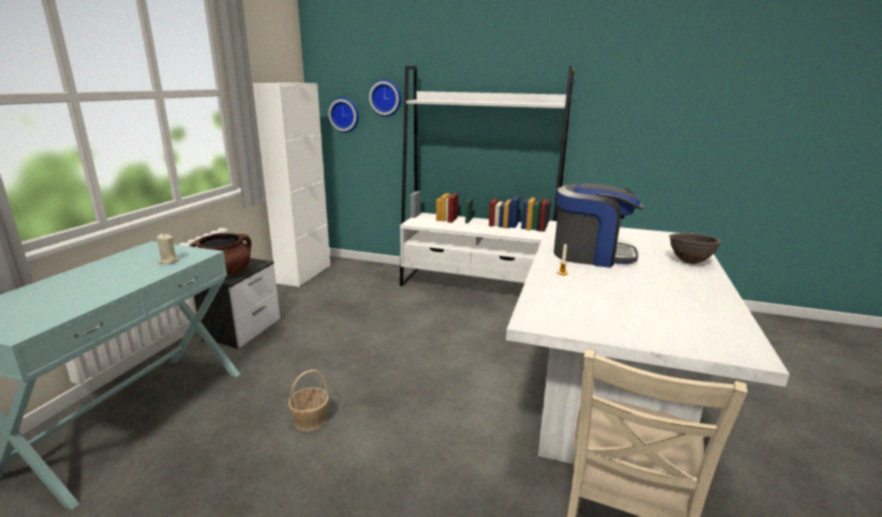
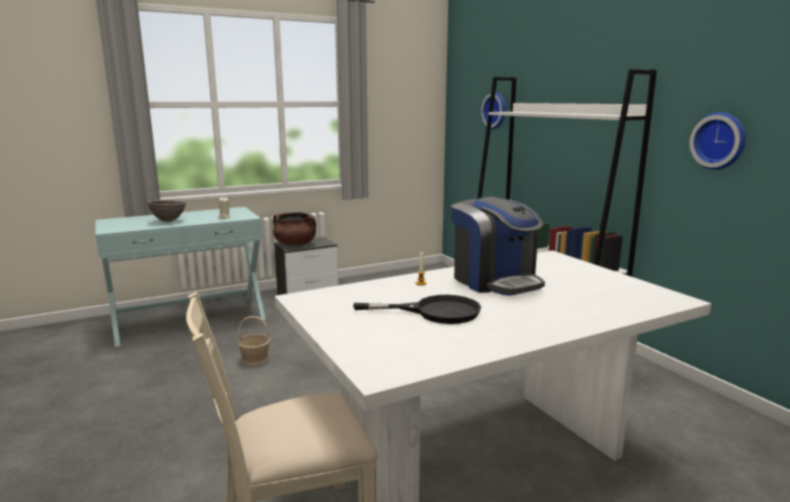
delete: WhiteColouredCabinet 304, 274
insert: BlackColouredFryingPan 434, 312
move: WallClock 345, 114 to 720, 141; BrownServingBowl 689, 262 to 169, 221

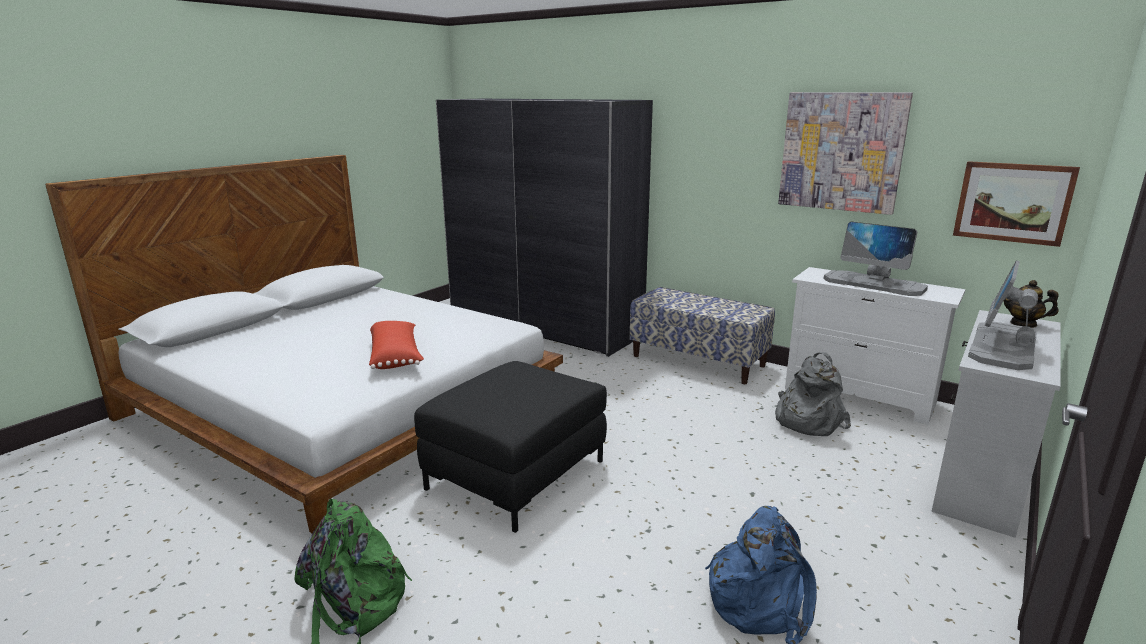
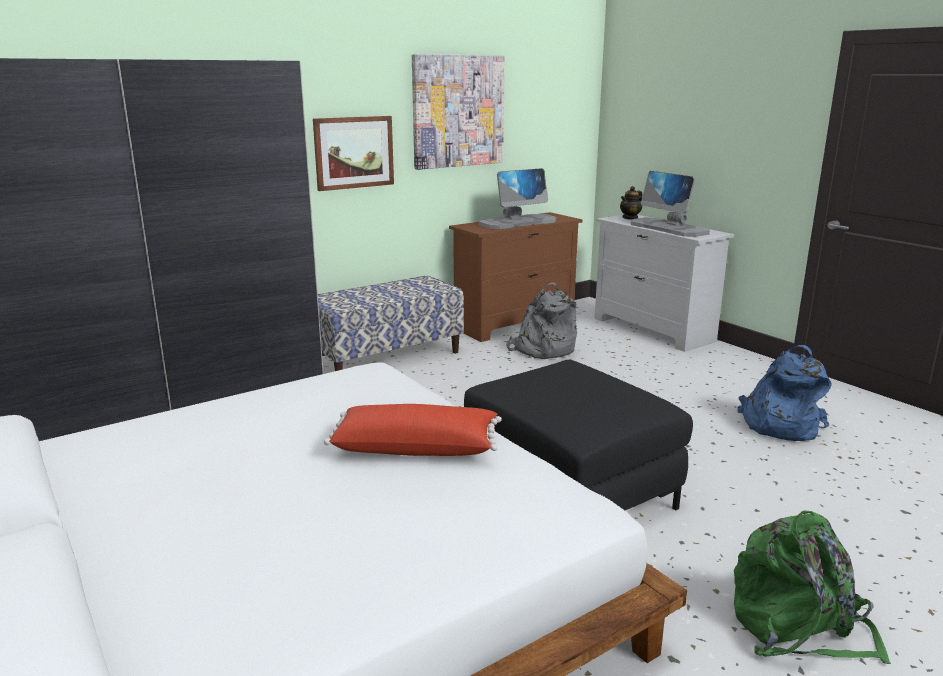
move: Picture 1012, 202 to 354, 152
recolor: WhiteColouredChestOfDrawers 859, 396 to BrownChestOfDrawers 515, 324

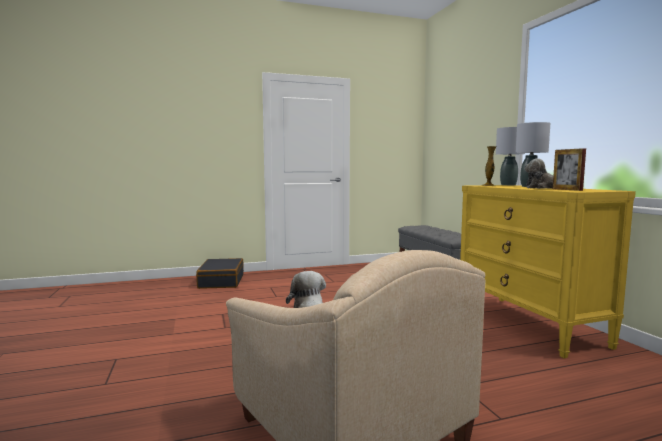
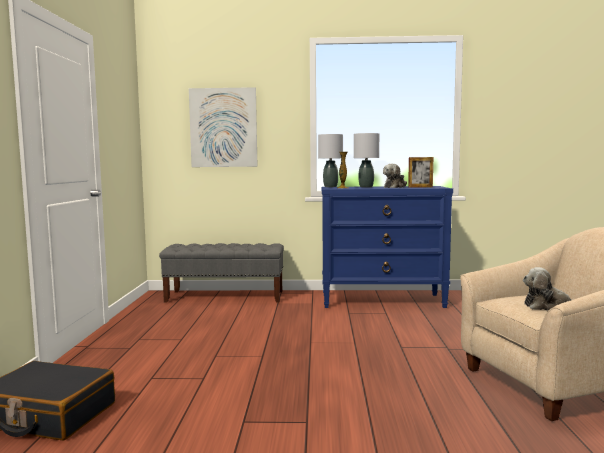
insert: Picture 223, 127
recolor: YellowChestOfDrawers 528, 324 to BlueChestOfDrawers 383, 301

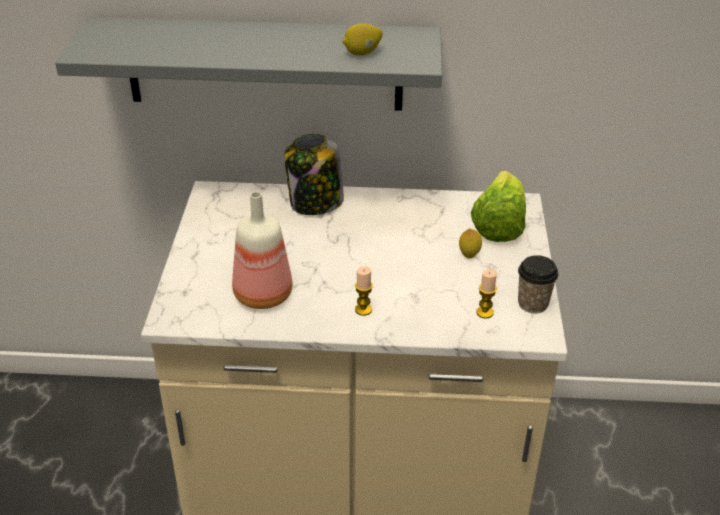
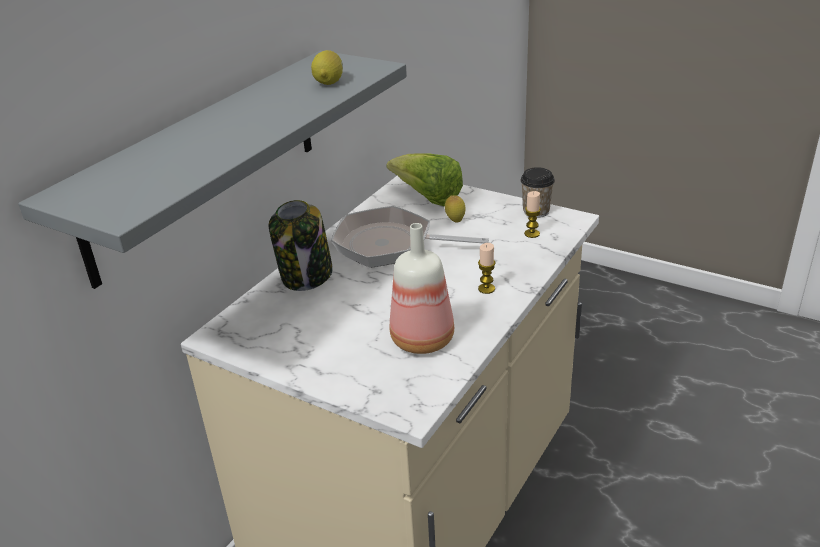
insert: FryingPan 391, 245

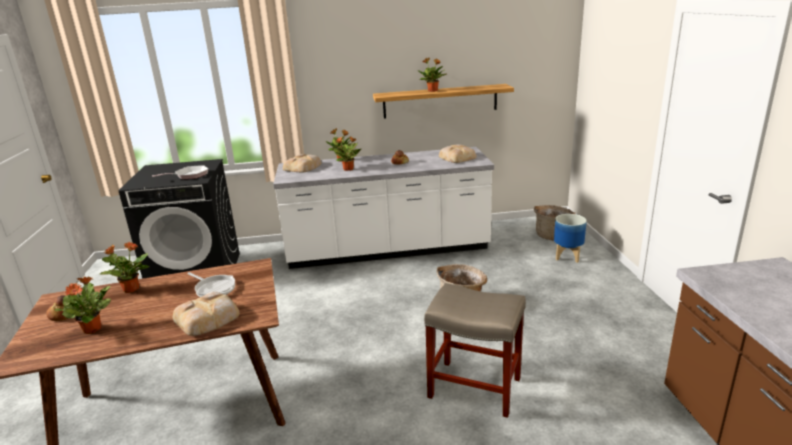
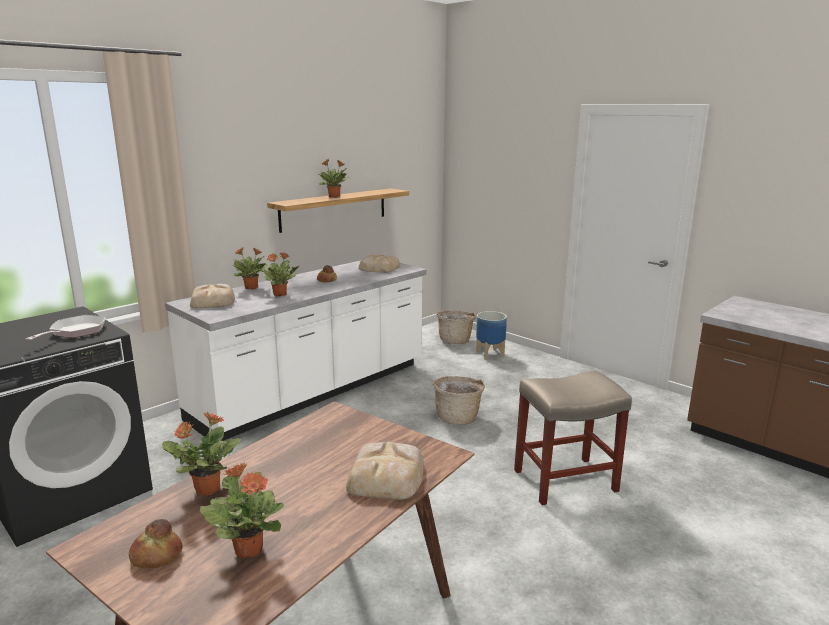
delete: FryingPan 214, 288

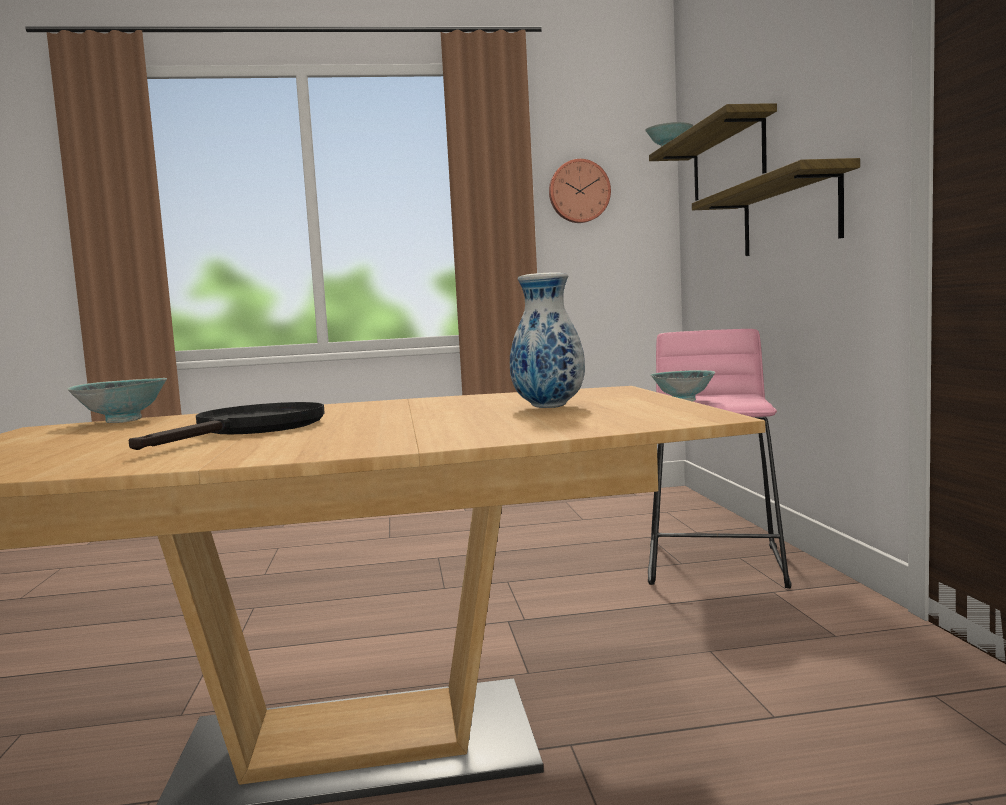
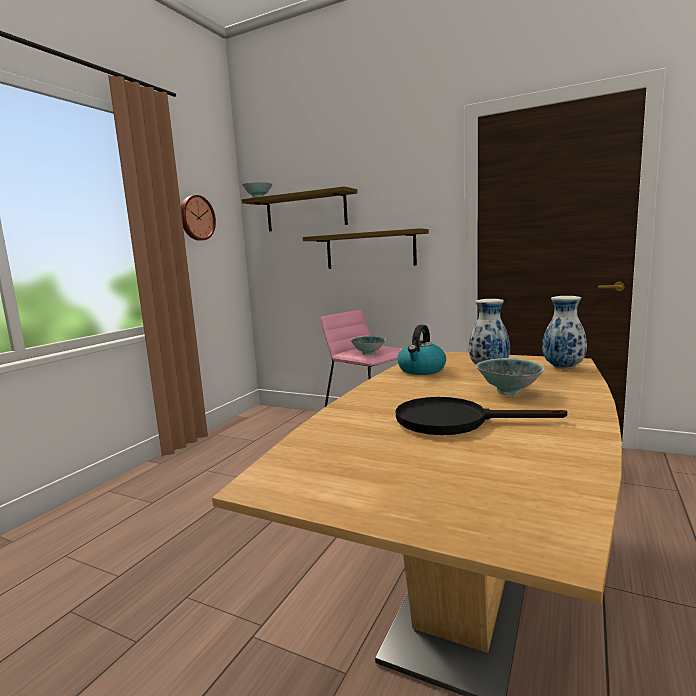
insert: TeaKettle 421, 370; FlowerVase 564, 368
move: ServingBowl 123, 421 to 508, 392
rotate: BlackColouredFryingPan 250, 429 = 454, 421 45 degrees counterclockwise

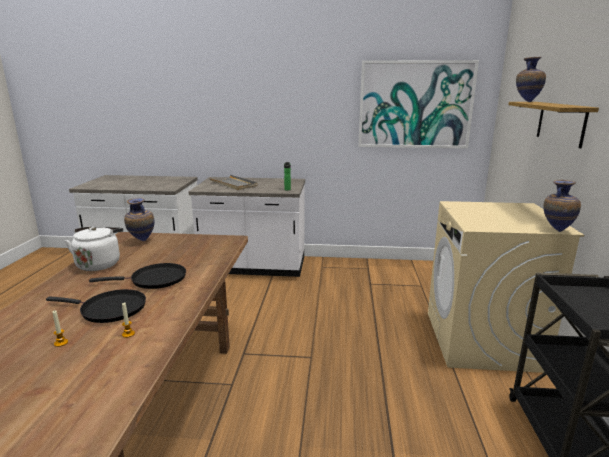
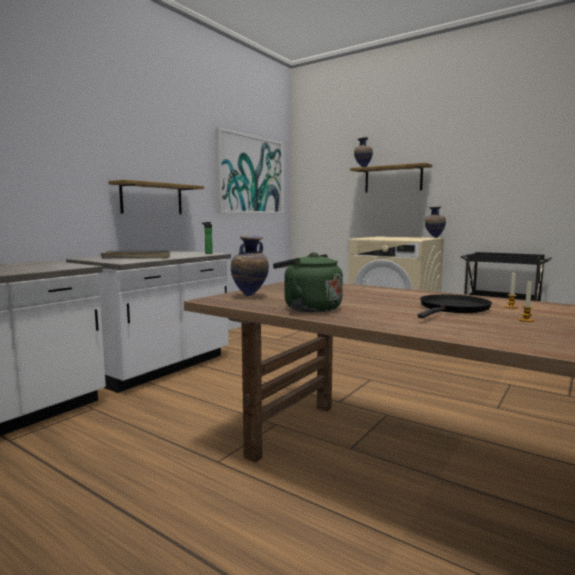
delete: BlackColouredFryingPan 155, 279
insert: BracketShelf 152, 199
recolor: WhiteColouredTeaKettle 99, 264 to GreenTeaKettle 308, 308

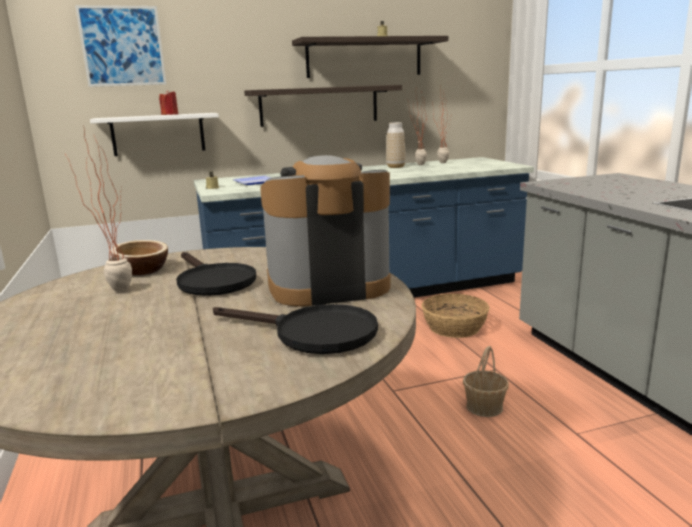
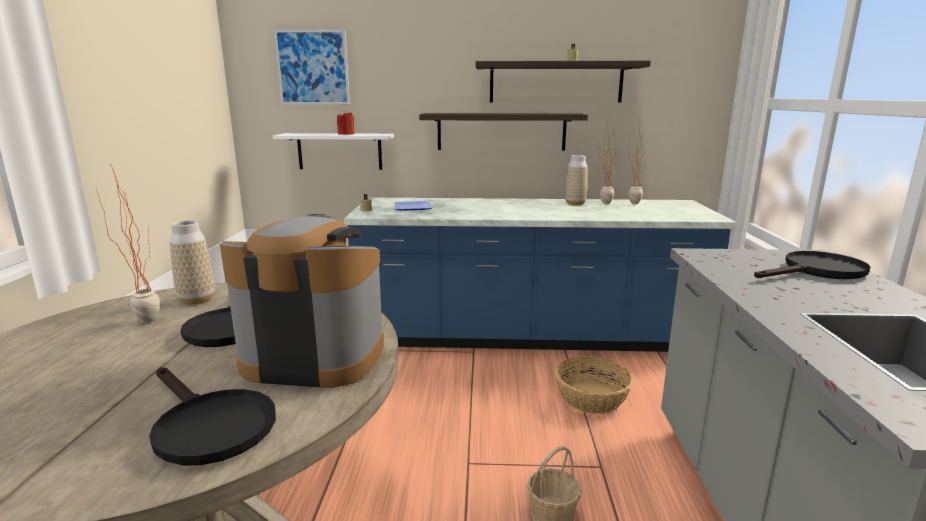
insert: BlackColouredFryingPan 817, 271
replace: ServingBowl 142, 270 to FlowerVase 197, 300

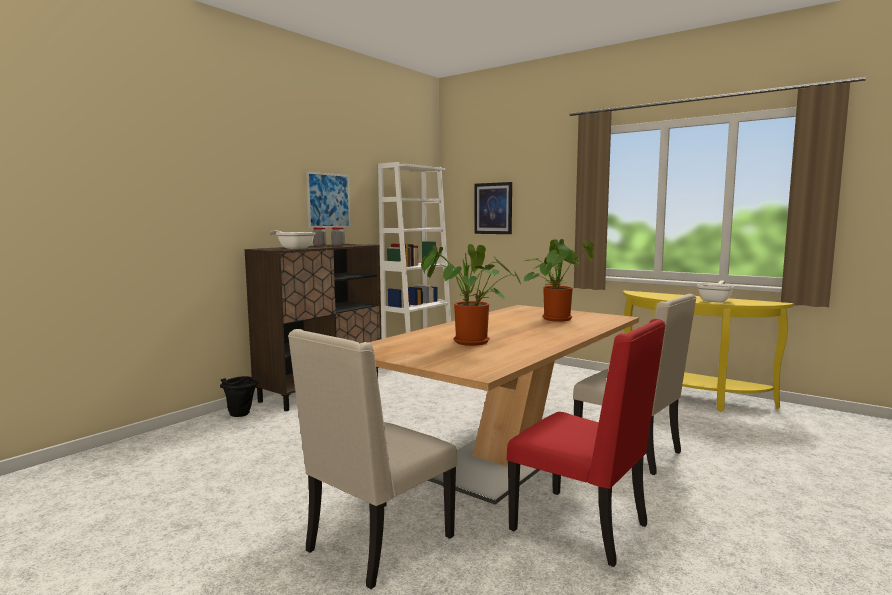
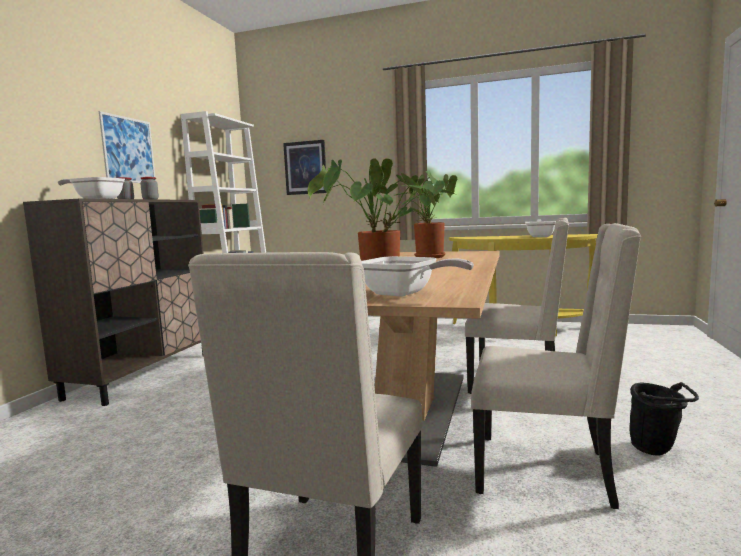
insert: FryingPan 404, 294
move: BlackColouredBucket 240, 415 to 657, 450
recolor: RedPlainChair 583, 527 to BeigePlainChair 546, 471

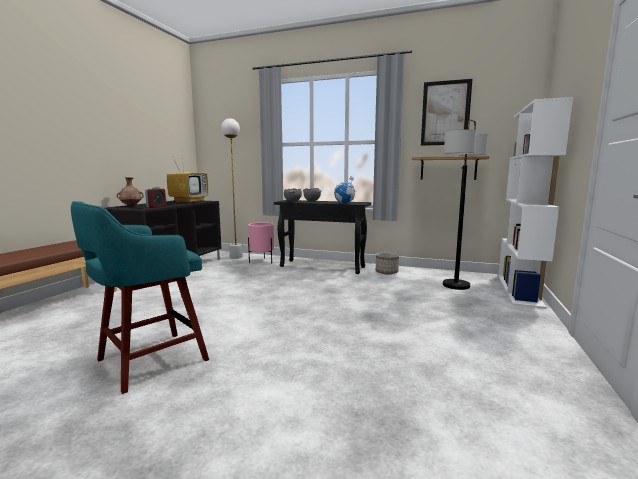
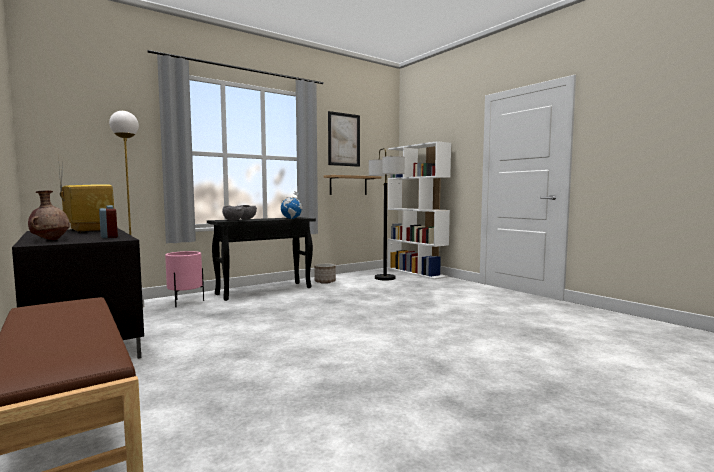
delete: TurquoiseStool 149, 361

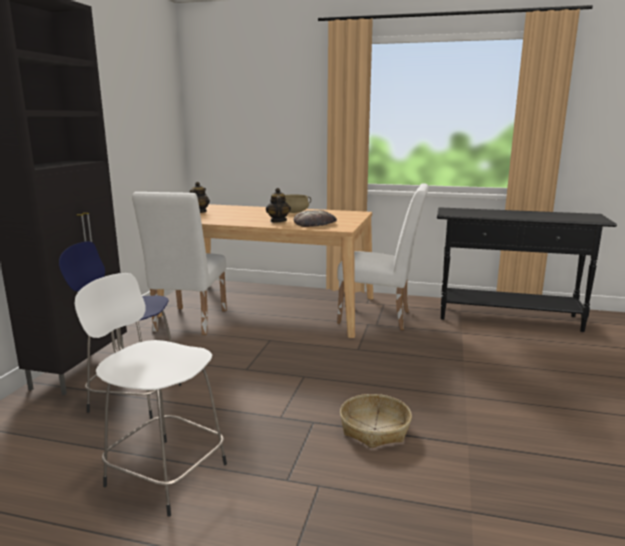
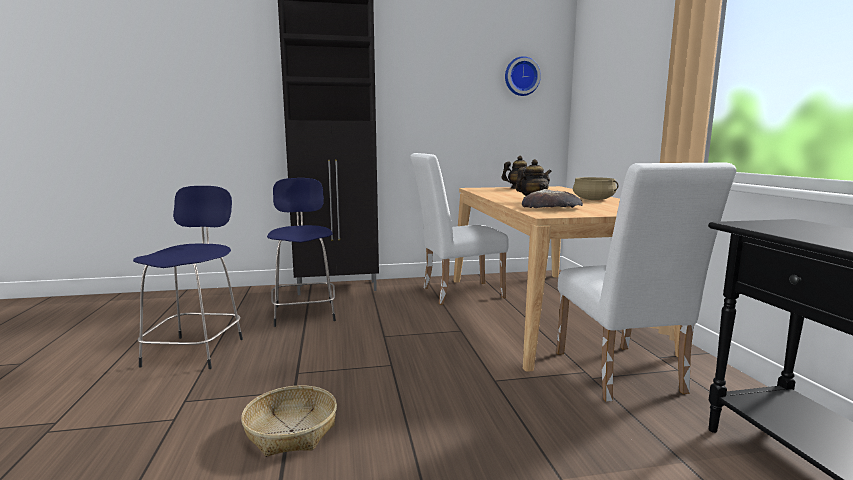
insert: WallClock 521, 76
recolor: WhiteColouredStool 163, 473 to BlueStool 196, 350

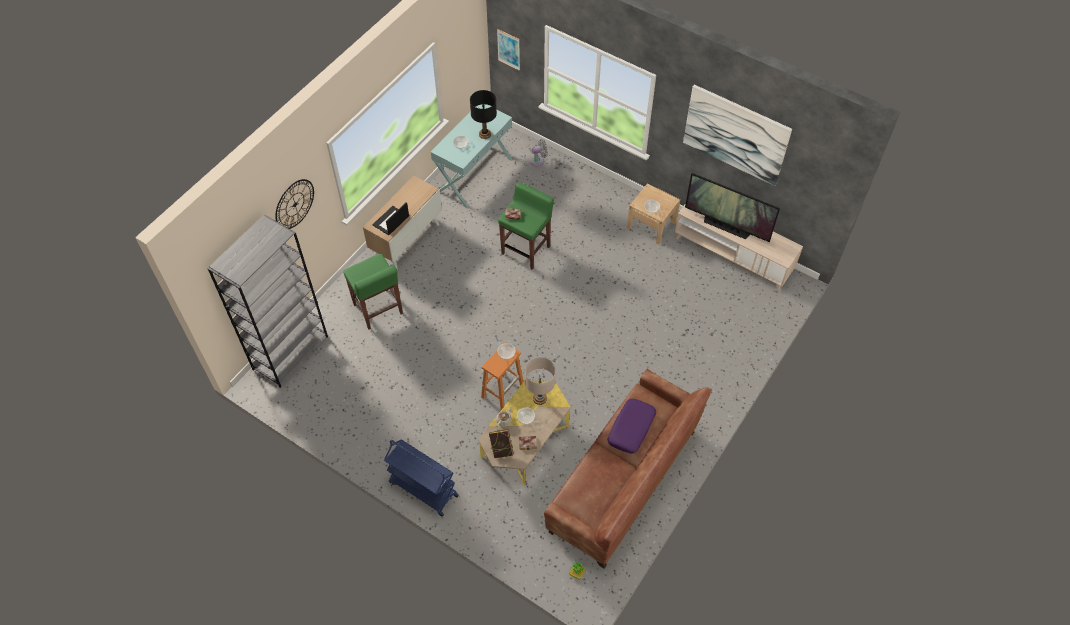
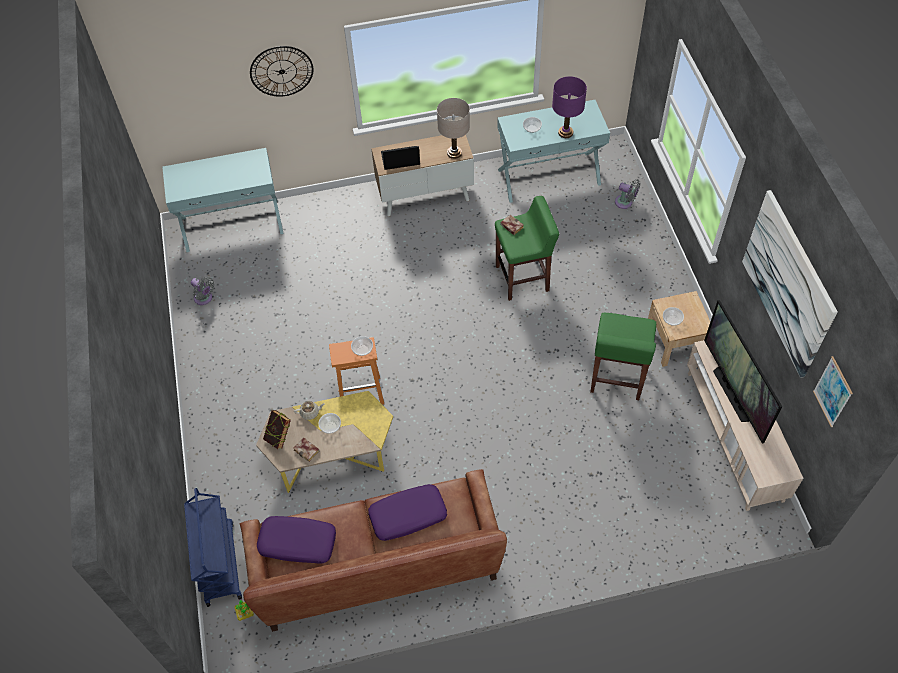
insert: GreyishCoolingFan 204, 298; PurpleColouredThrowPillow 297, 543
move: GreenStool 378, 309 to 616, 378; BlueCart 423, 489 to 219, 563; Picture 508, 49 to 832, 392; BeigeTableLamp 539, 398 to 454, 153
replace: GreyishBookcase 290, 352 to TurquoiseHallTable 232, 224
recolor: BlackColouredTableLamp 485, 134 to PurpleColouredTableLamp 565, 133

